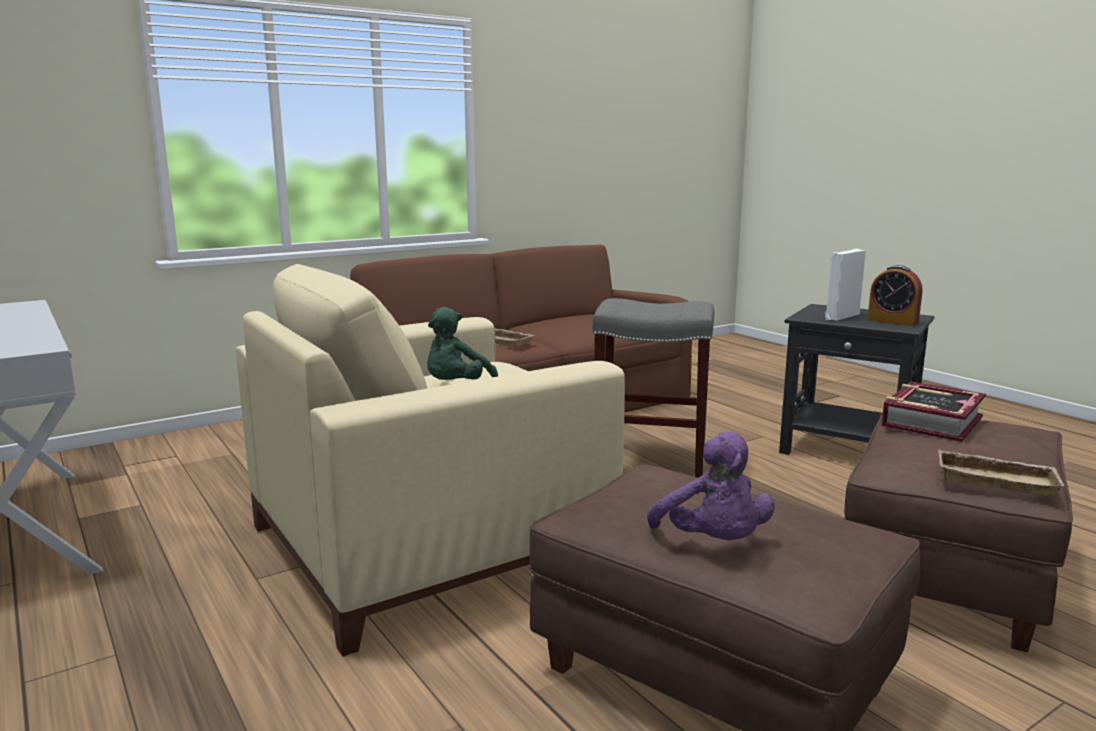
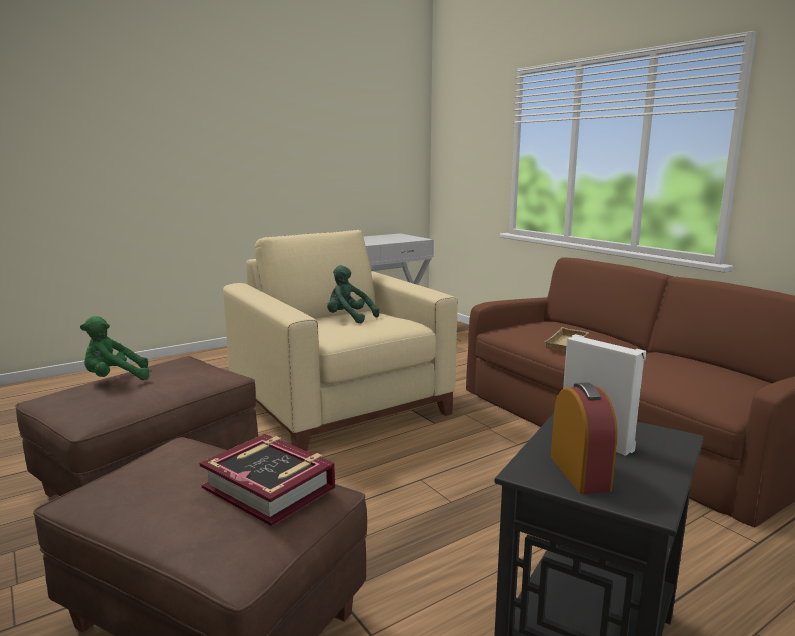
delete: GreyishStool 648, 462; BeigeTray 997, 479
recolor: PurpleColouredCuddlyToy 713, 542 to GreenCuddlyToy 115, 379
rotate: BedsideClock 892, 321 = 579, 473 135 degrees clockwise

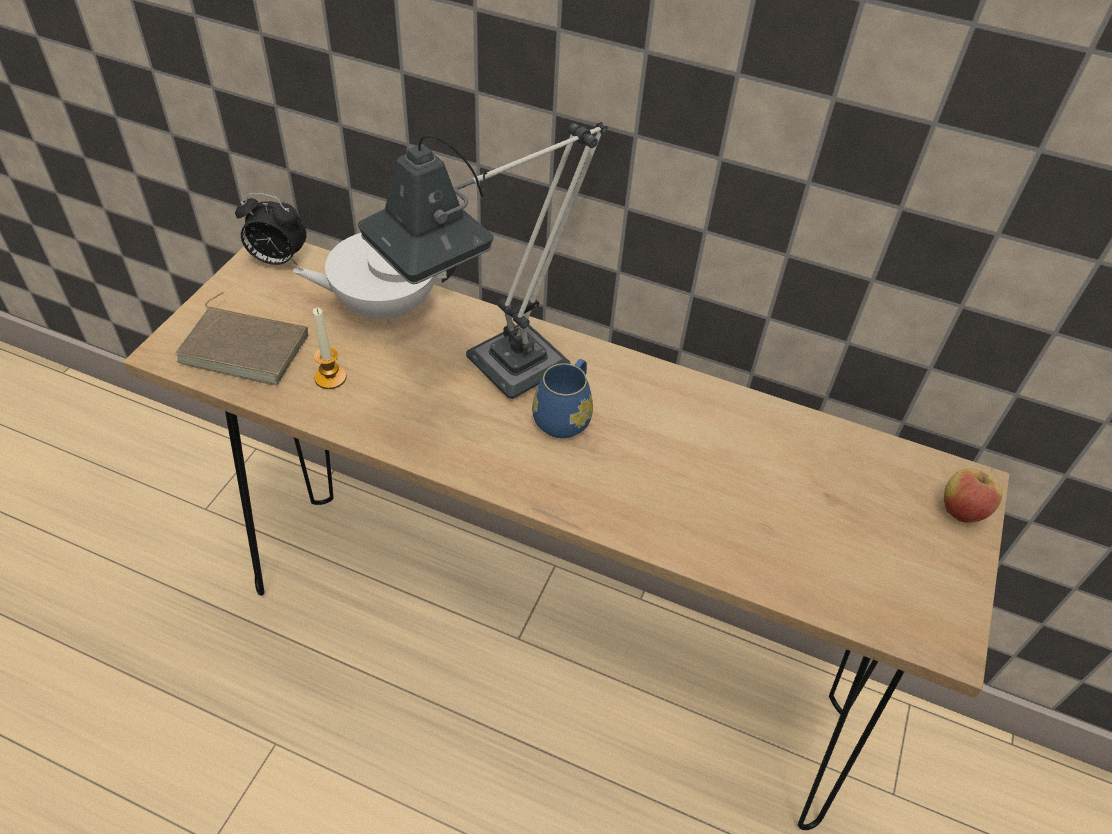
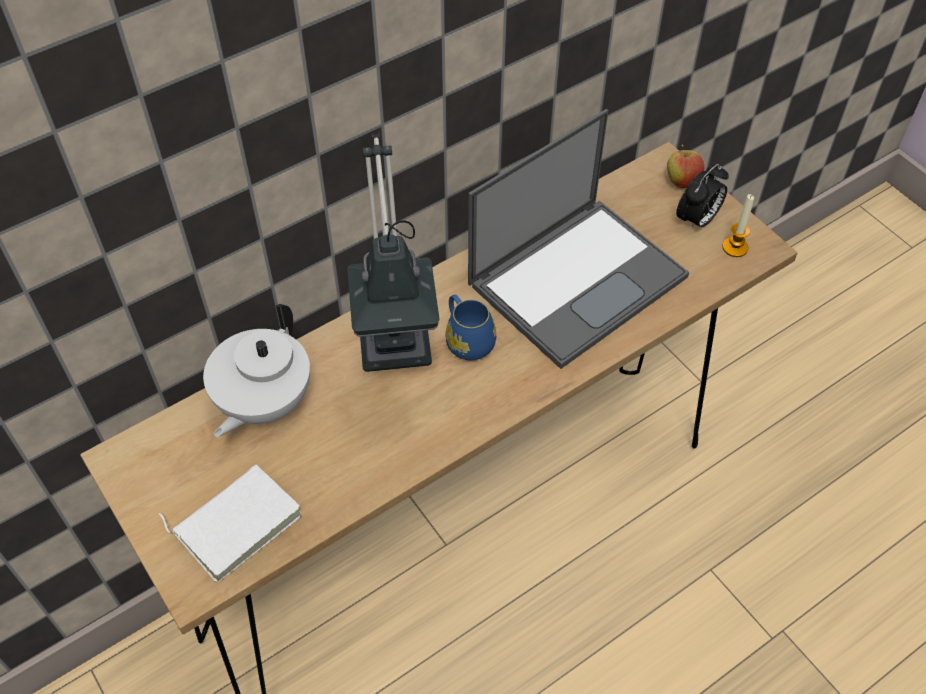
insert: Laptop 578, 278
move: BedsideClock 277, 260 to 697, 220; Candle 330, 378 to 735, 247
recolor: BrownVolume 247, 347 to WhiteColouredVolume 236, 522

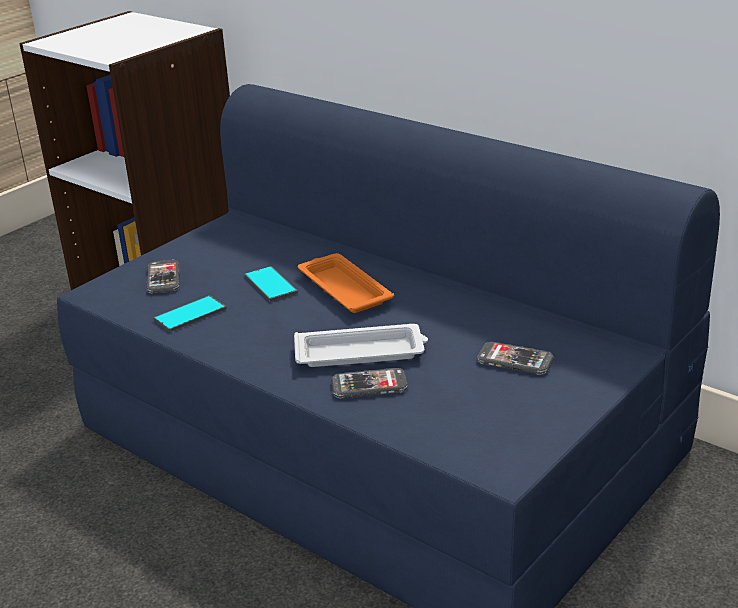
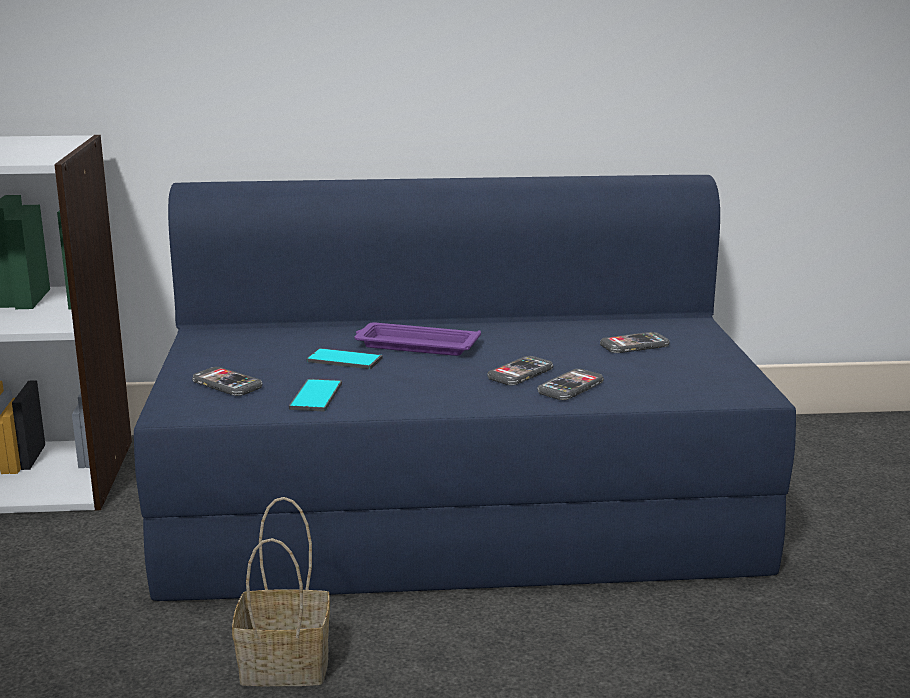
insert: HouseholdBasket 288, 664
replace: WhiteColouredTray 362, 353 to Telephone 520, 373
recolor: OrangeColouredTray 343, 289 to PurpleColouredTray 415, 346

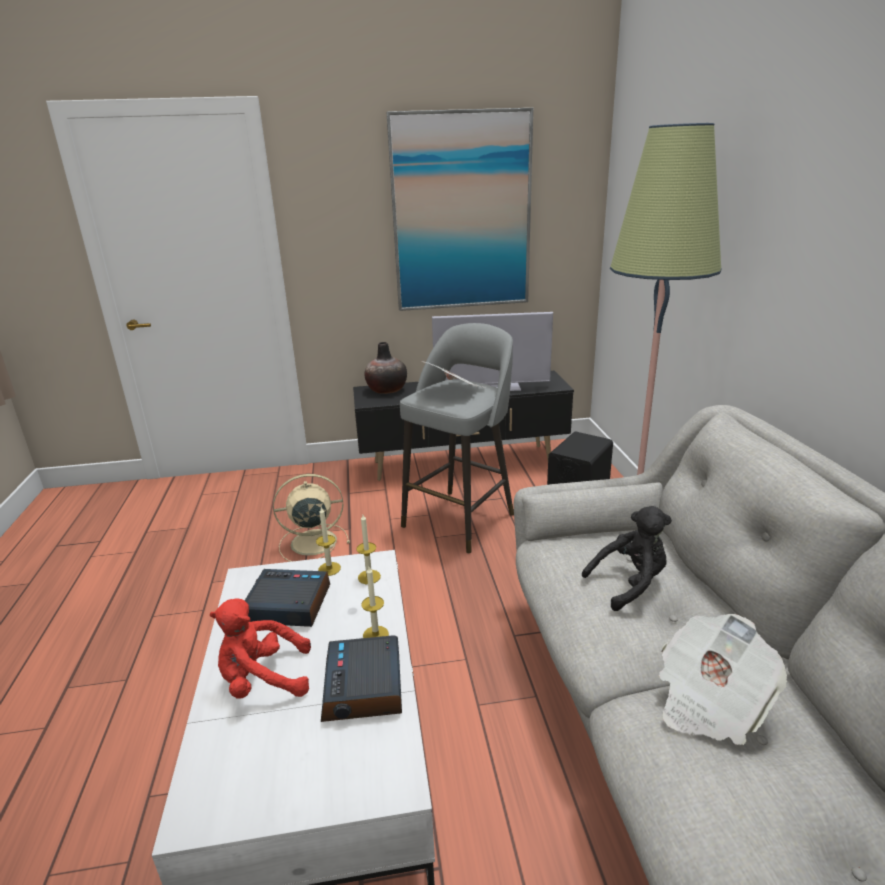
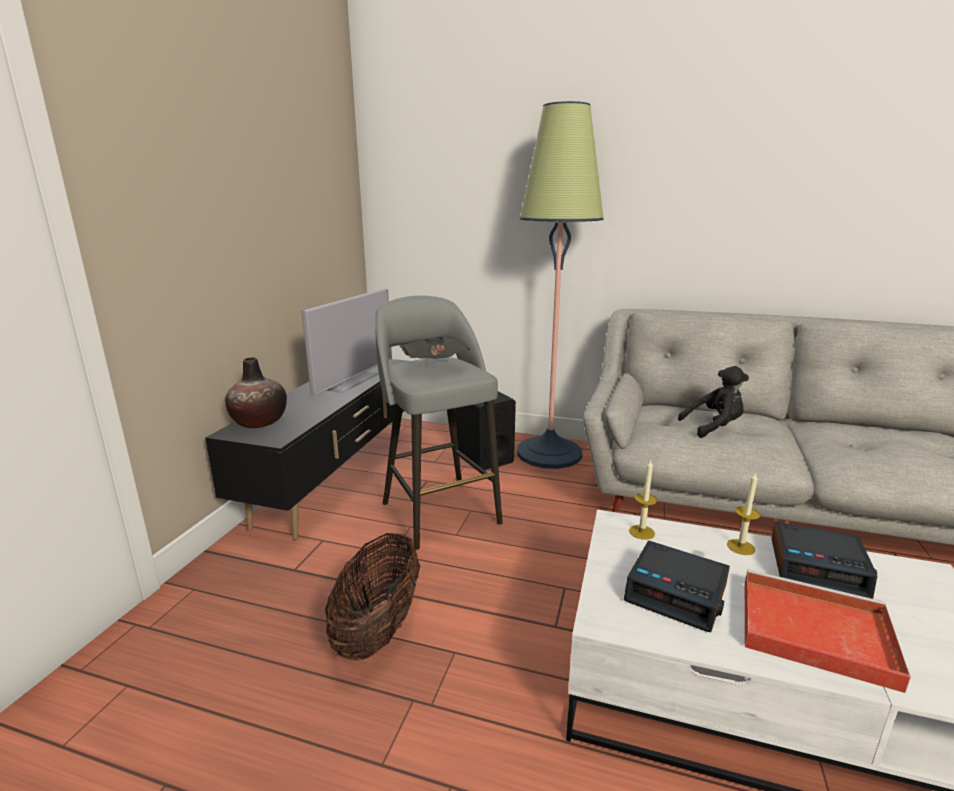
delete: Candle 329, 569; Picture 461, 213; DailyPaper 710, 700
replace: RedCuddlyToy 263, 680 to RedTray 811, 630; BeigeCoolingFan 311, 542 to HouseholdBasket 378, 628
rotate: BedsideClock 288, 605 = 677, 593 90 degrees counterclockwise; BlackColouredCuddlyToy 630, 584 = 714, 427 75 degrees clockwise

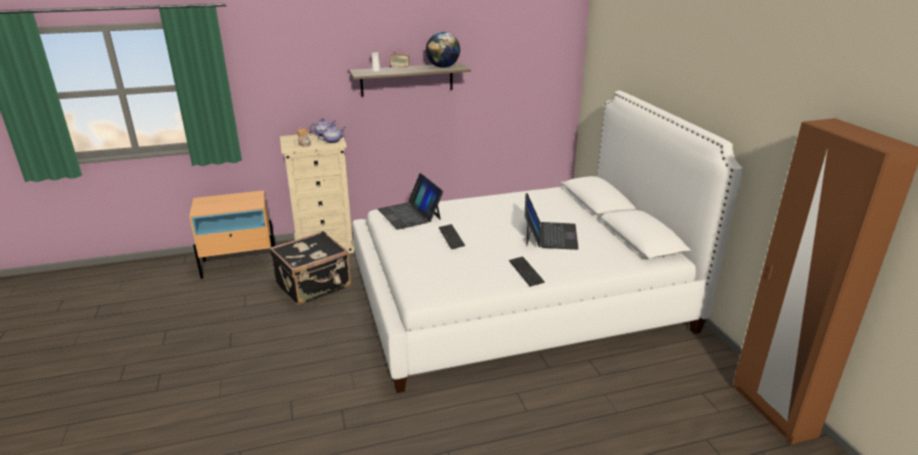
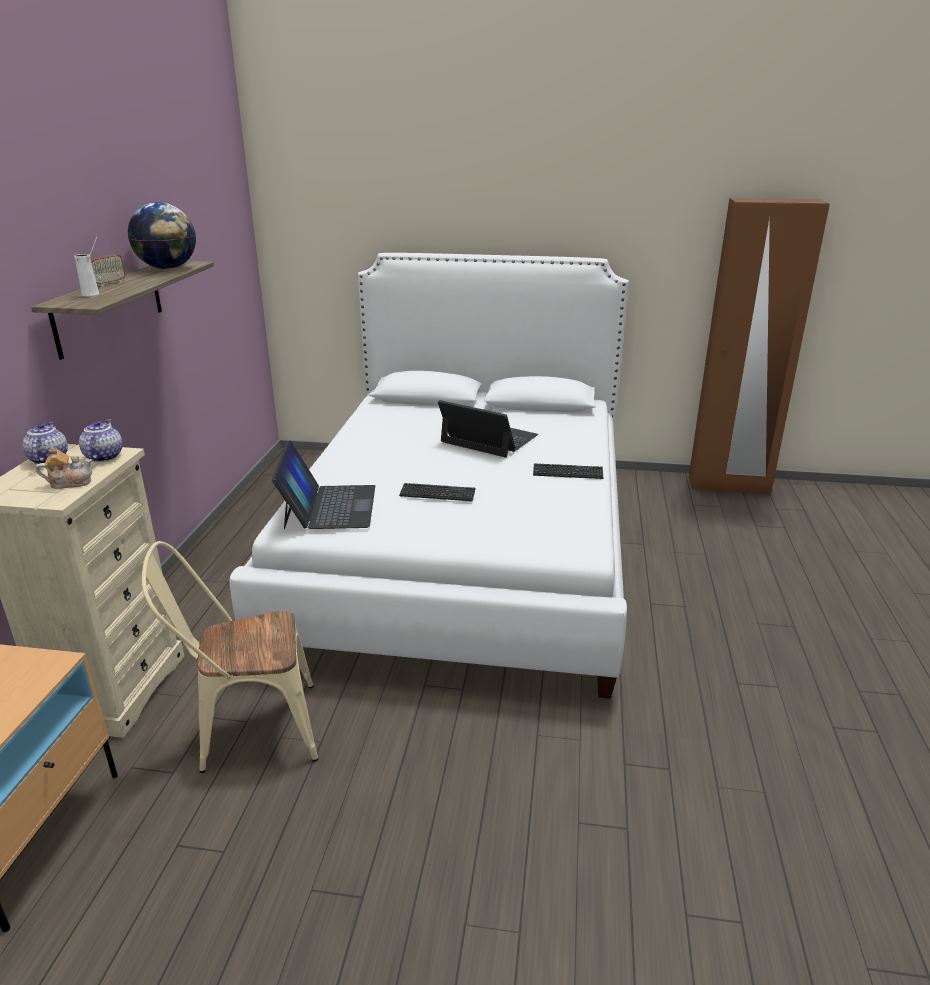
replace: BlackColouredSuitcase 314, 286 to BeigePlainChair 248, 730
rotate: Laptop 410, 214 = 329, 506 90 degrees counterclockwise

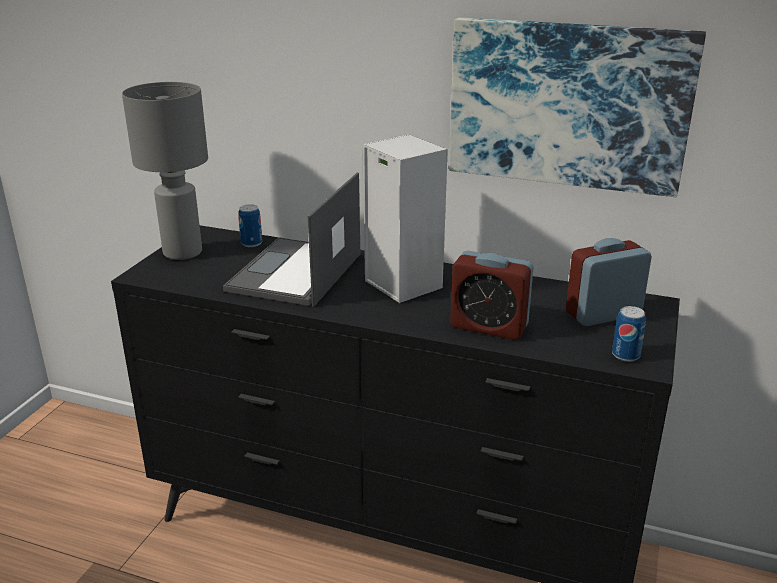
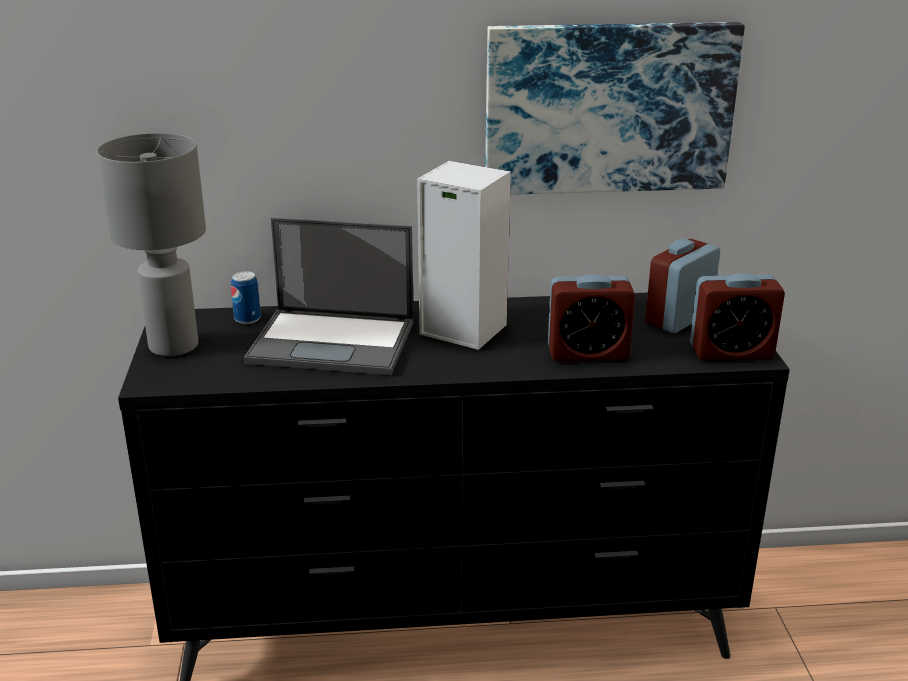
replace: Can 625, 355 to BedsideClock 731, 352
rotate: Laptop 295, 273 = 334, 342 75 degrees counterclockwise

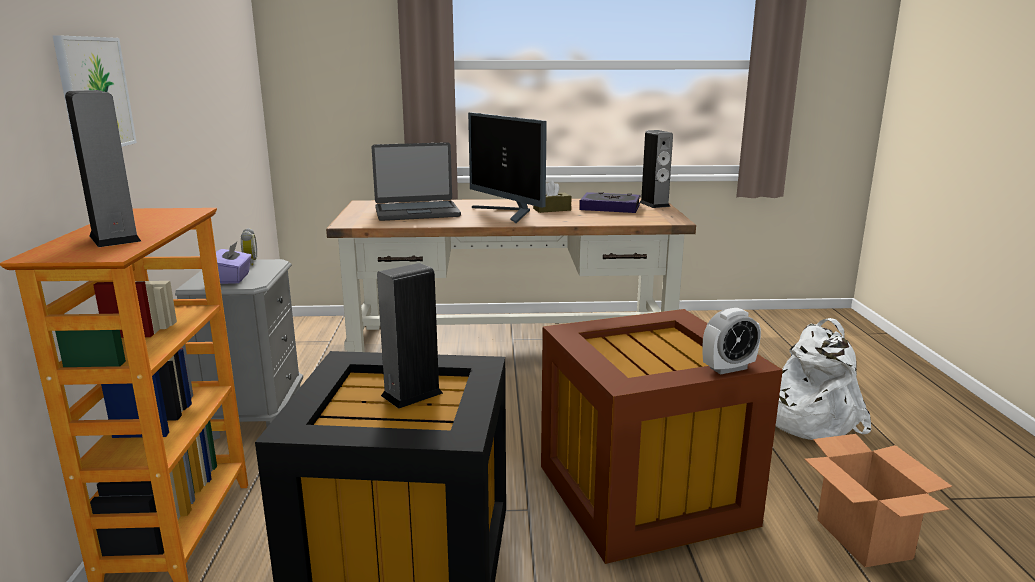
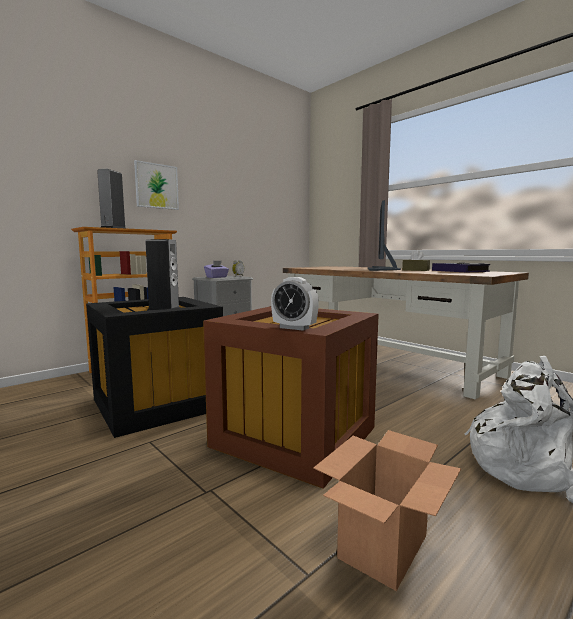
delete: Laptop 417, 212; AudioSpeaker 654, 204

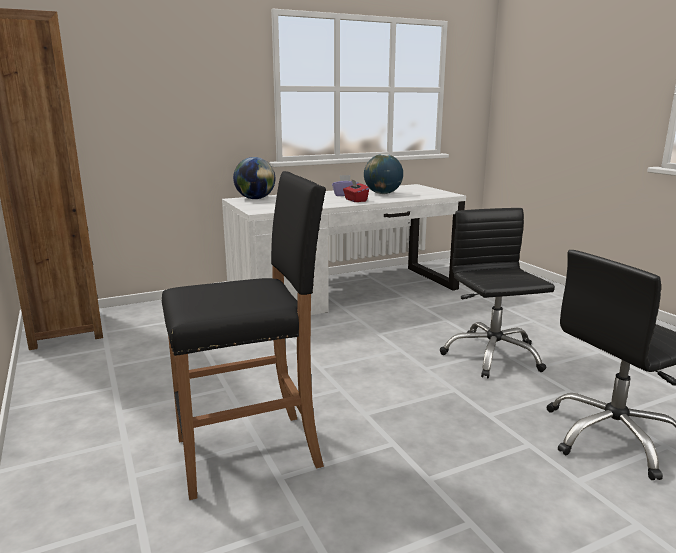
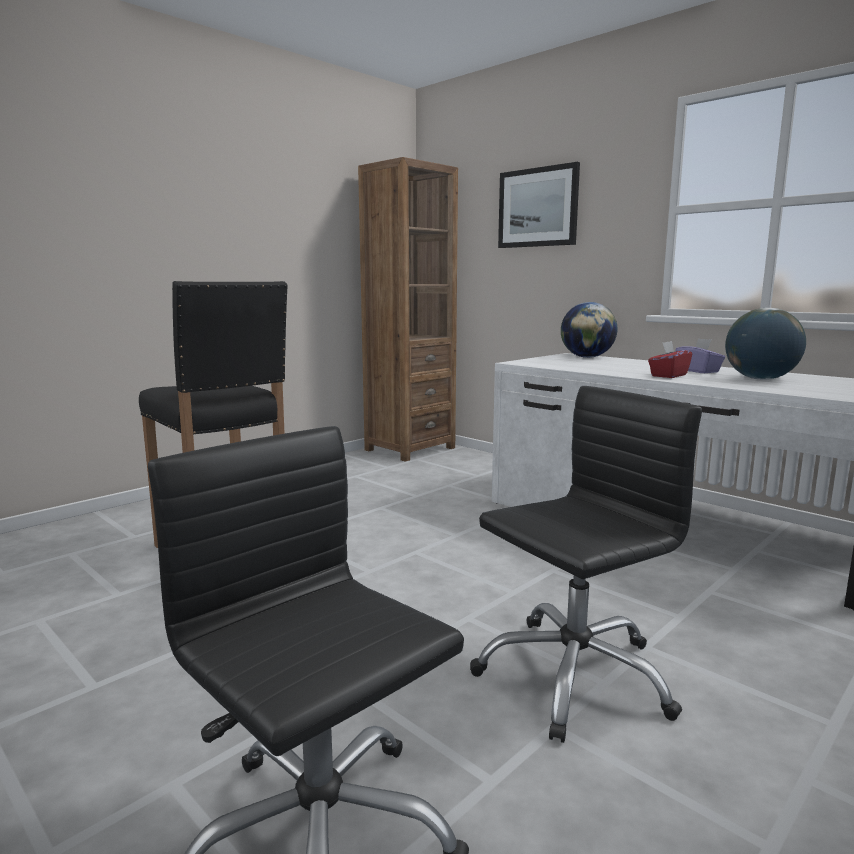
insert: Picture 538, 207

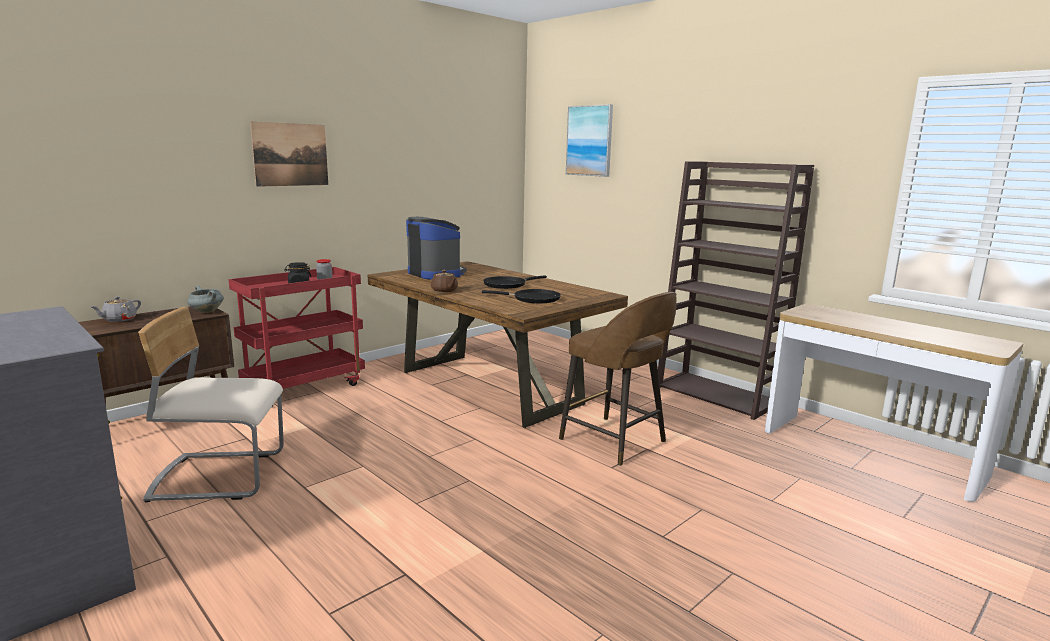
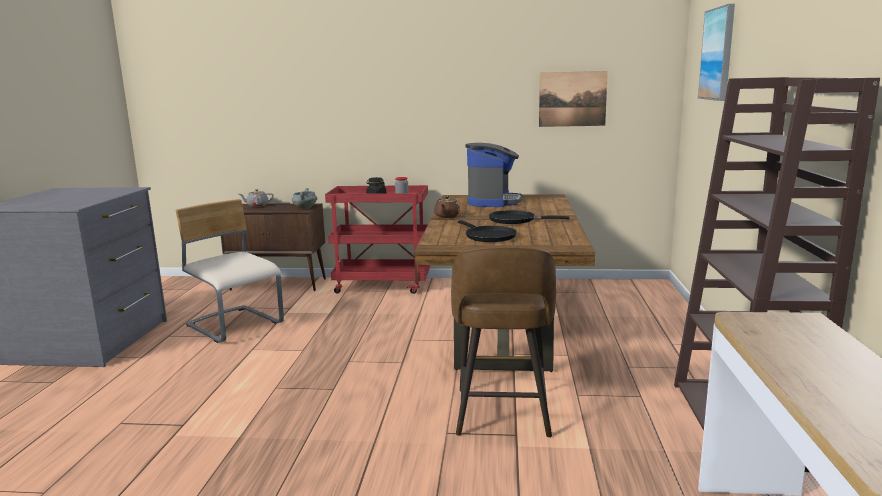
move: Picture 290, 154 to 572, 99

